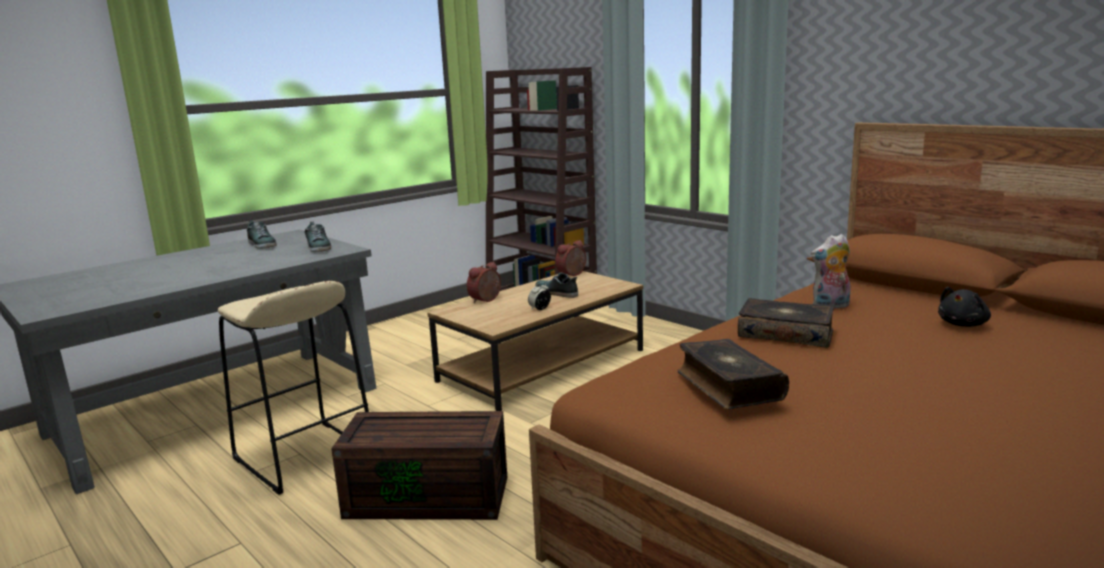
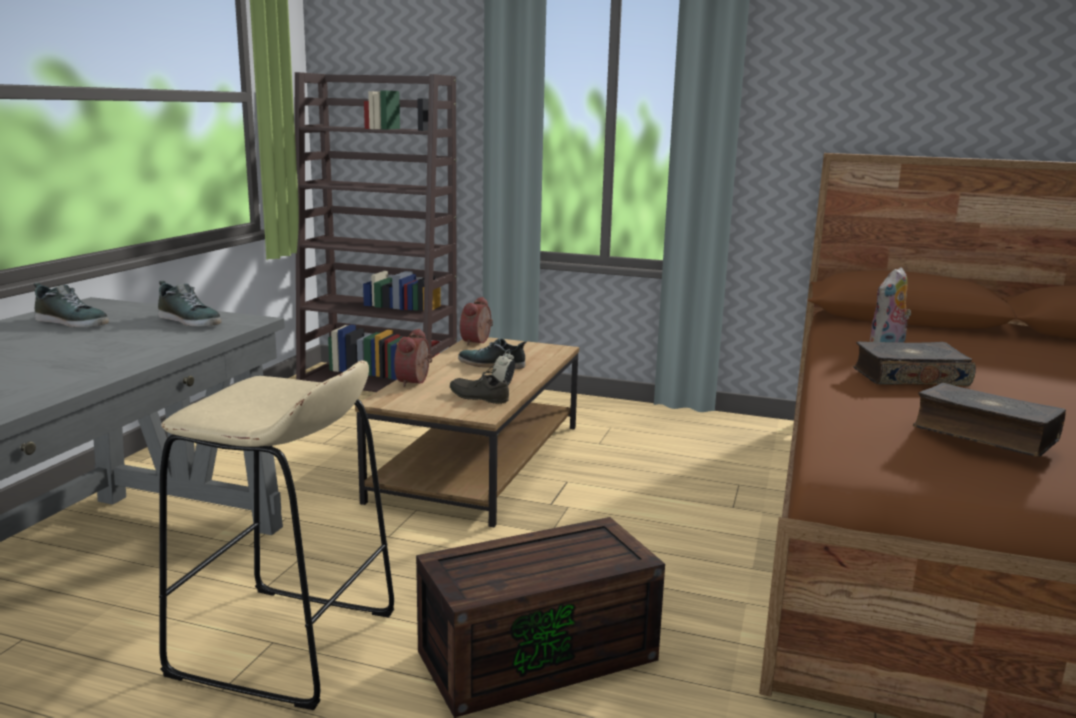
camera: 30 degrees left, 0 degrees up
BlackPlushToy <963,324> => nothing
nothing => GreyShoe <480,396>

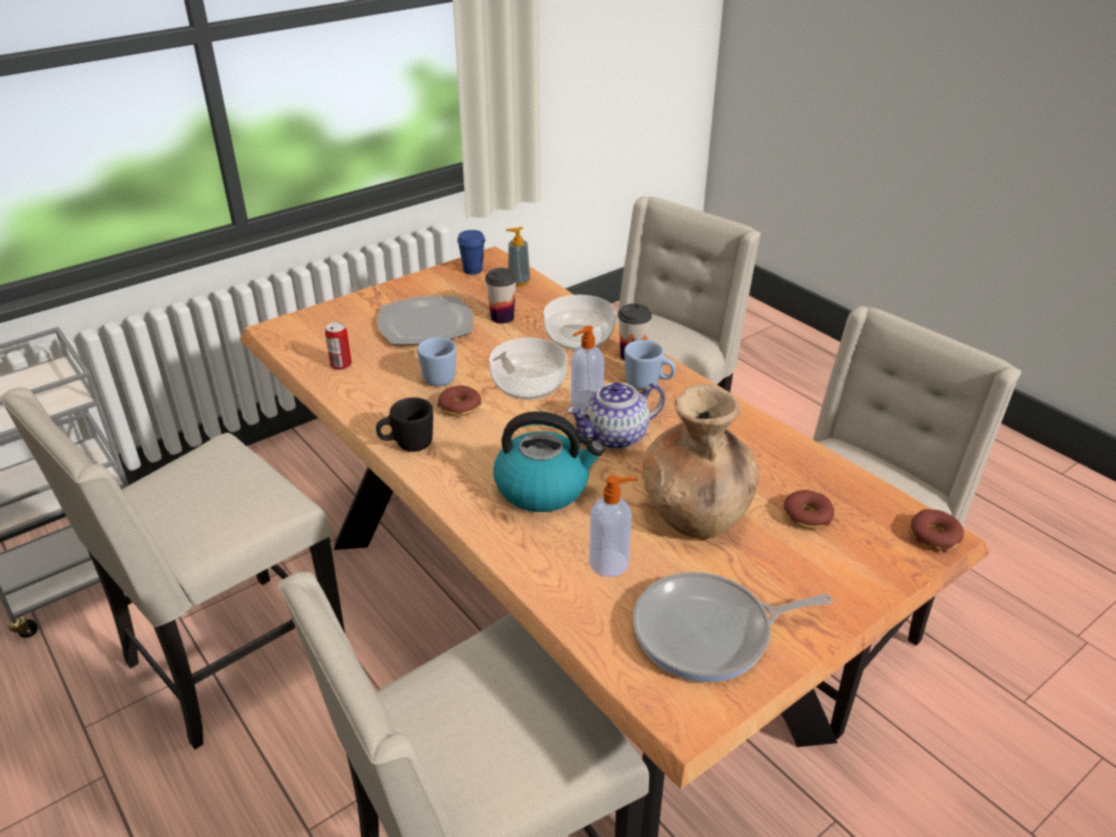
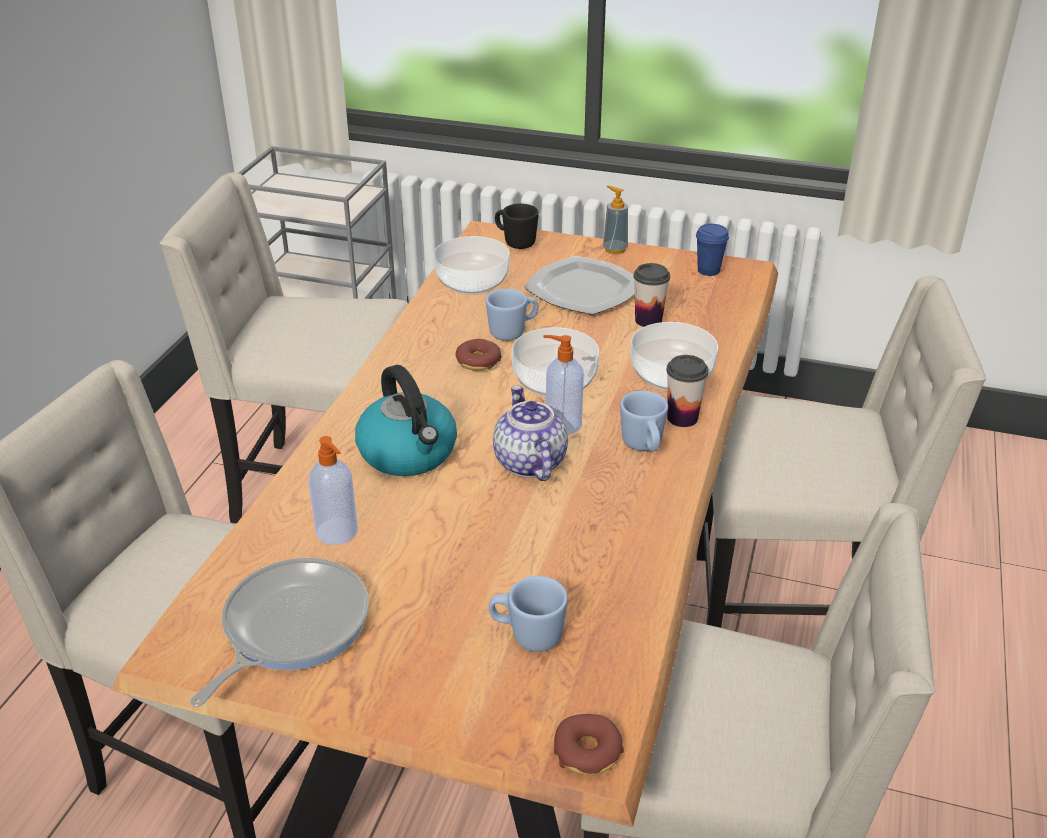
camera: 55 degrees right, 0 degrees up
Can <341,365> => Bowl <471,282>
BlackMug <407,445> => BlackMug <515,242>, move
SoapDispenser <518,282> => SoapDispenser <615,249>, move
Teapot <615,437> => Teapot <528,462>, 45 degrees clockwise
FryingPan <709,633> => FryingPan <290,628>, 75 degrees clockwise
BrownVase <696,515> => nothing
Donut <807,516> => BlueMug <527,636>

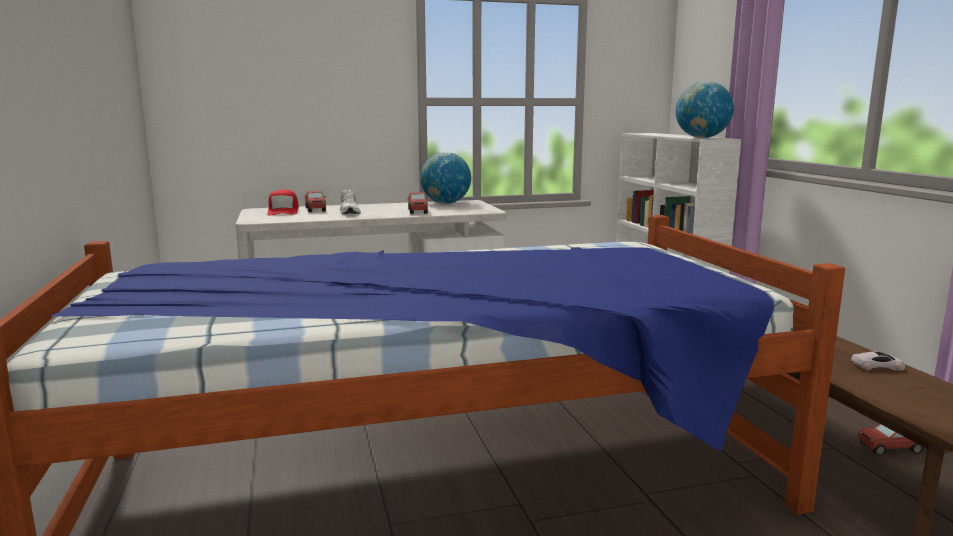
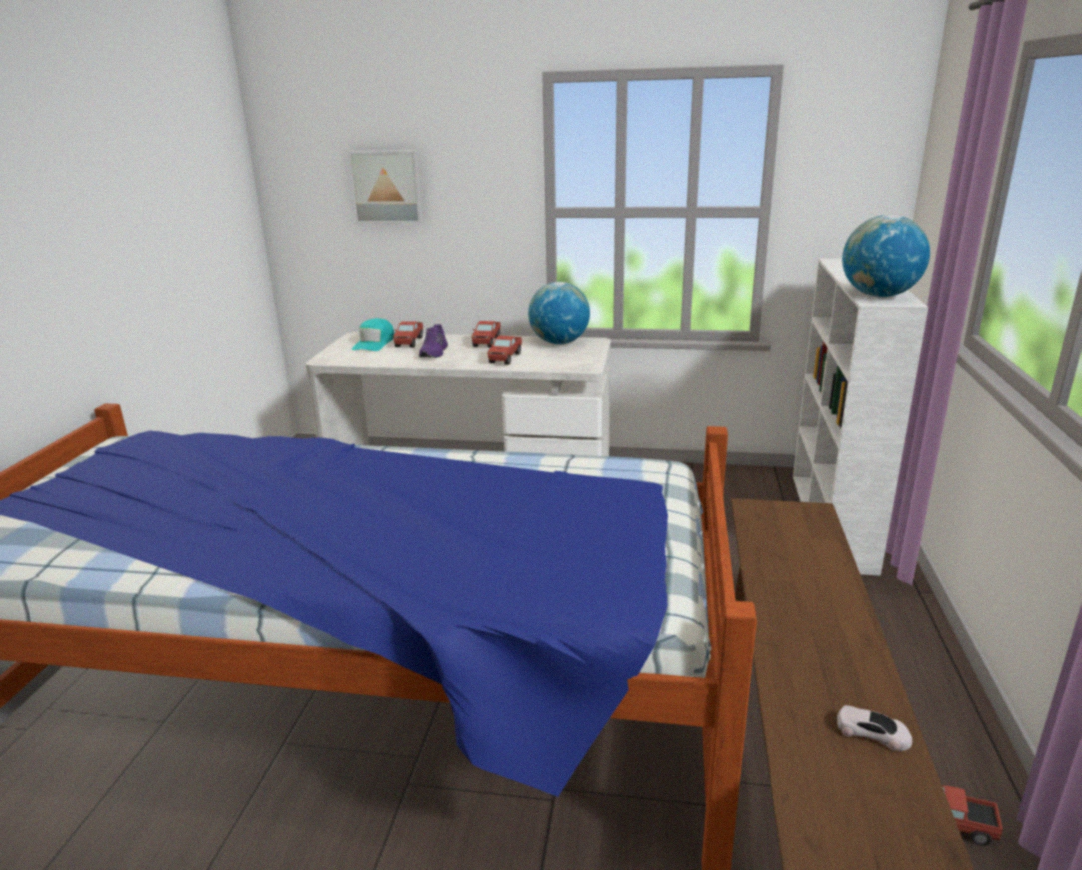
camera: 25 degrees right, 10 degrees up
RedCap <283,211> => TurquoiseCap <374,343>
WhiteShoe <350,212> => PurpleShoe <434,352>
nothing => Picture <387,187>
nothing => ToyTruck <487,342>

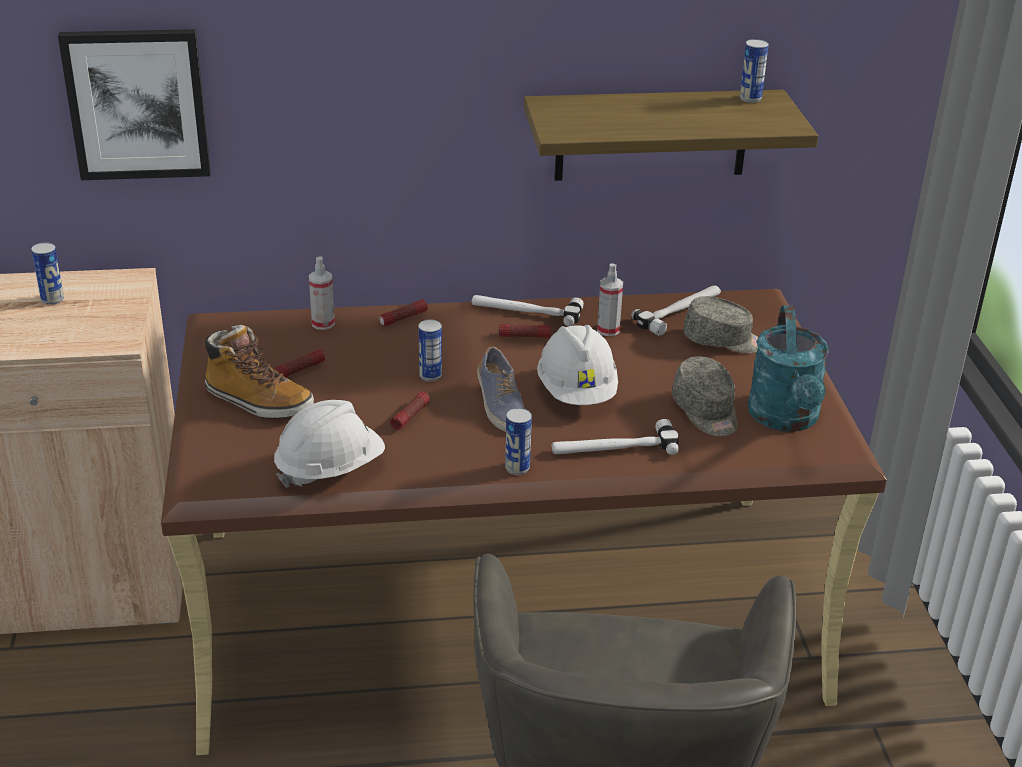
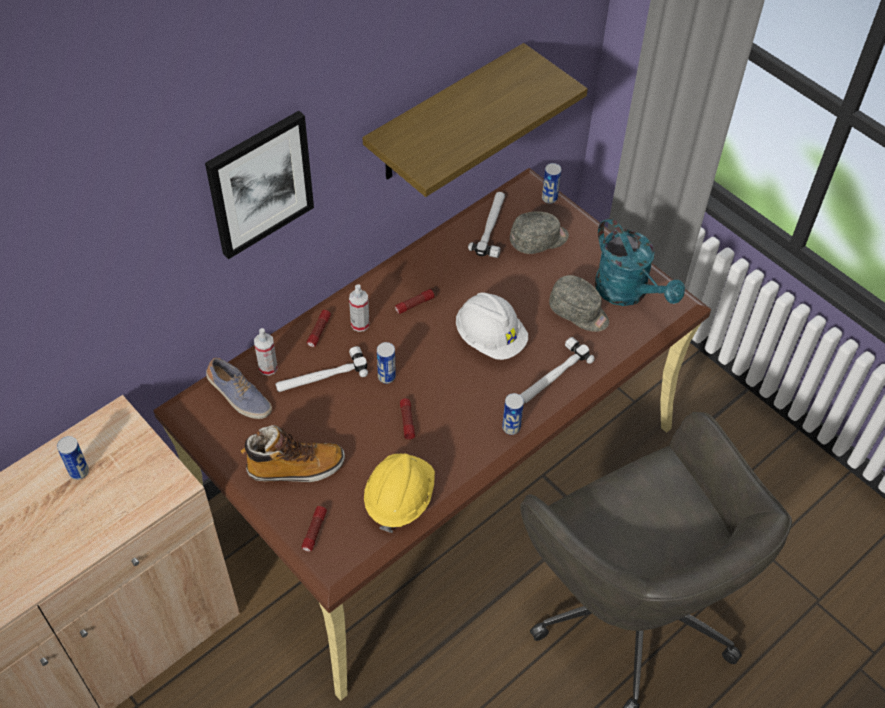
camera: 35 degrees left, 20 degrees up
Picture <137,104> => Picture <259,184>, move
Flashlight <299,370> => Flashlight <314,531>, move
WhiteHardHat <330,469> => YellowHardHat <399,498>
Hammer <526,311> => Hammer <321,376>, move
Shoe <500,406> => Shoe <239,397>, move
SprayBottle <608,330> => SprayBottle <360,324>, move
Can <750,98> => Can <549,198>, move

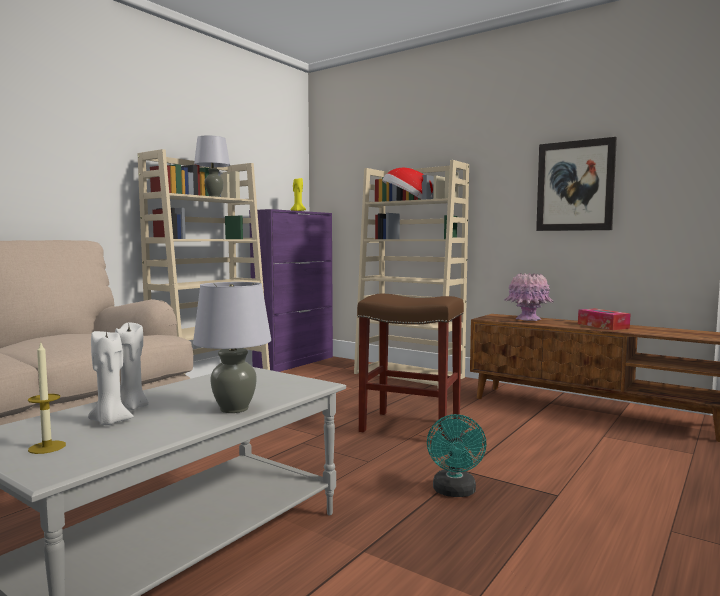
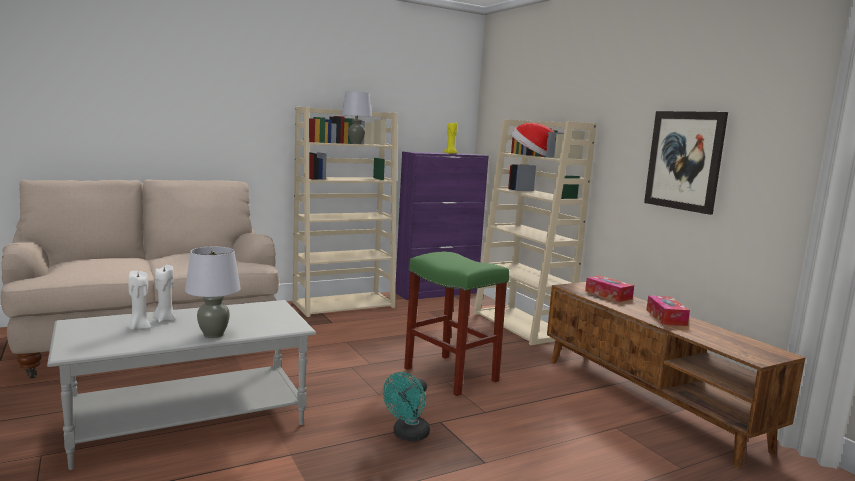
camera: 25 degrees right, 5 degrees up
Candle <47,447> => nothing
BrownStool <412,427> => GreenStool <452,375>
PinkVase <527,319> => TissueBox <608,295>

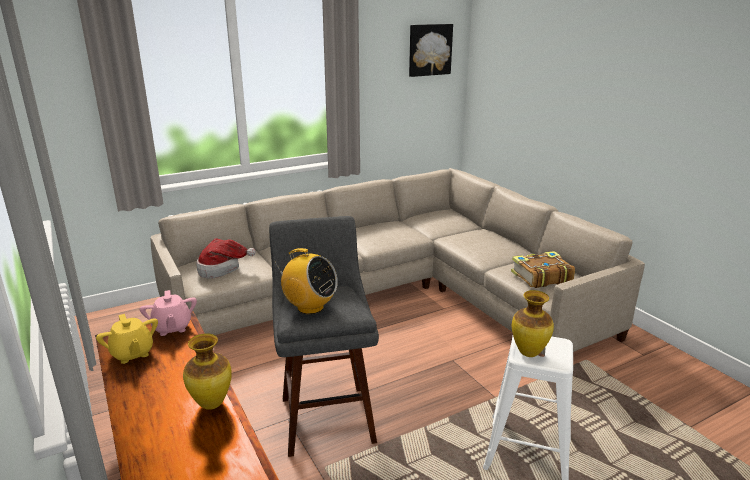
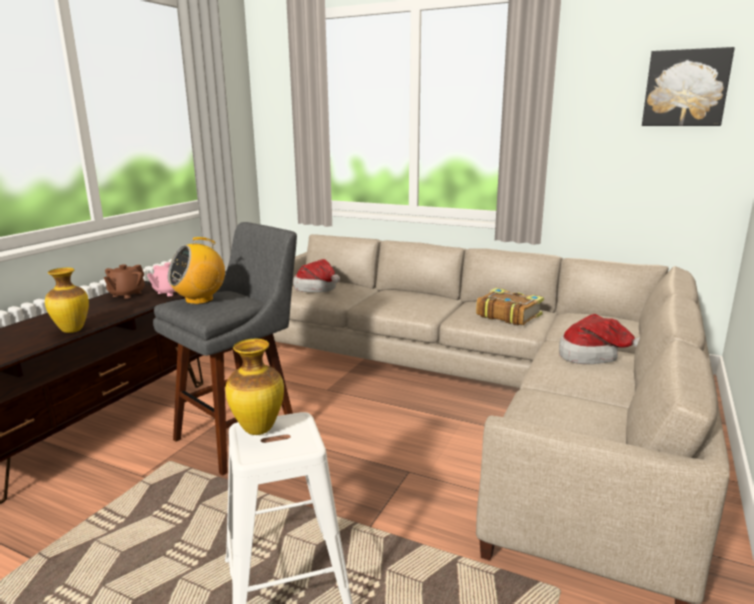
camera: 55 degrees right, 5 degrees down
YellowTeapot <132,353> => BrownTeapot <126,294>
Radio <310,307> => Radio <200,300>, 60 degrees clockwise
Book <540,277> => Book <508,315>, move
nothing => Hat <592,356>

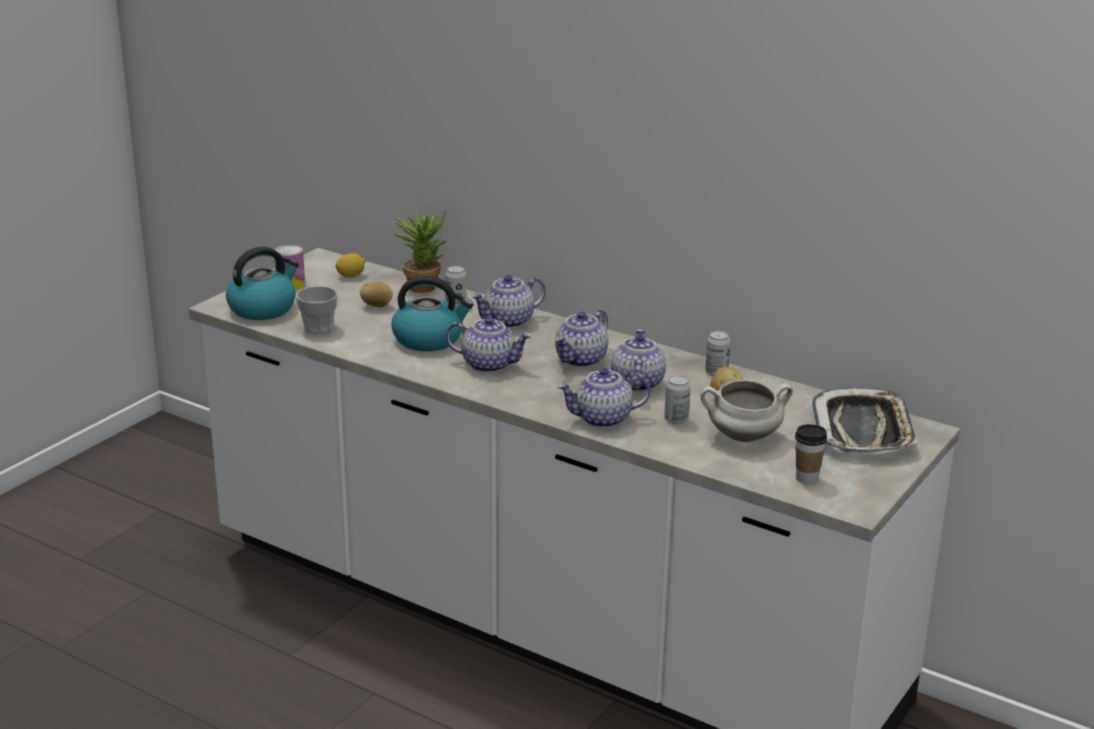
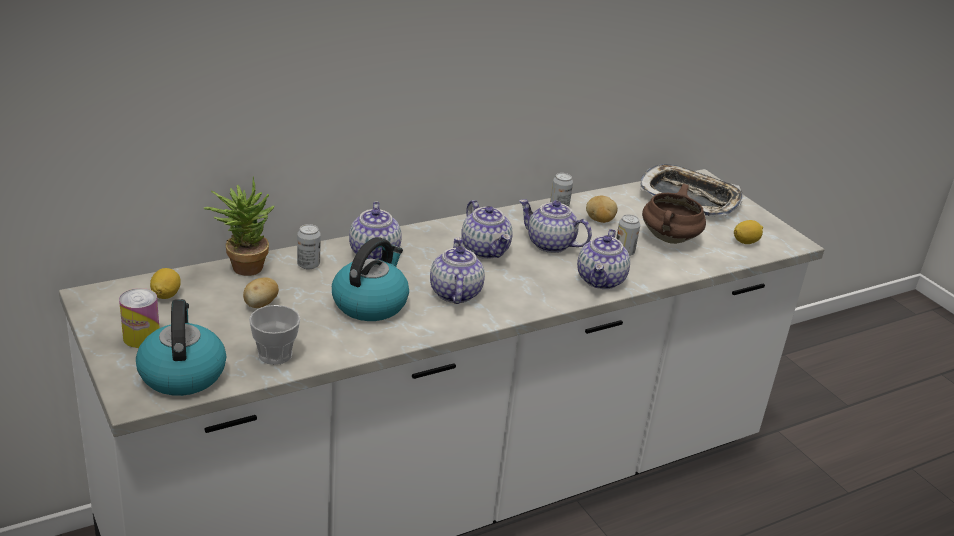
camera: 65 degrees left, 5 degrees up
Teapot <489,364> => Teapot <454,293>, 45 degrees counterclockwise
WhiteCookingPot <742,437> => BrownCookingPot <670,239>
Cup <806,478> => Lemon <746,242>

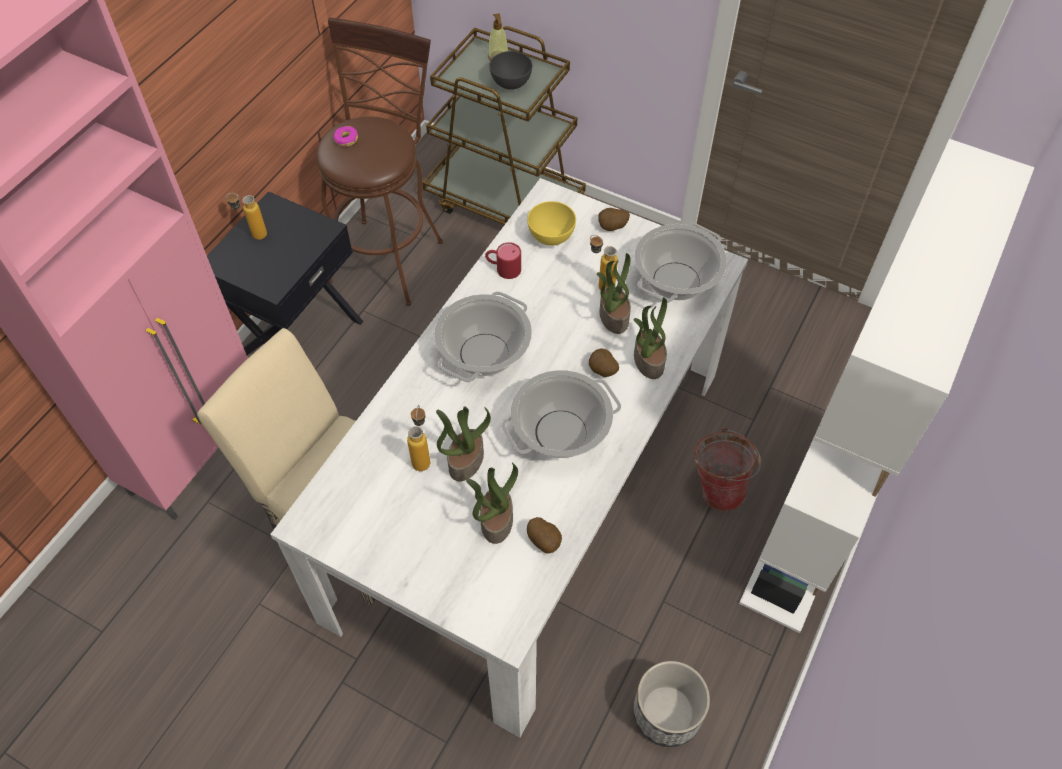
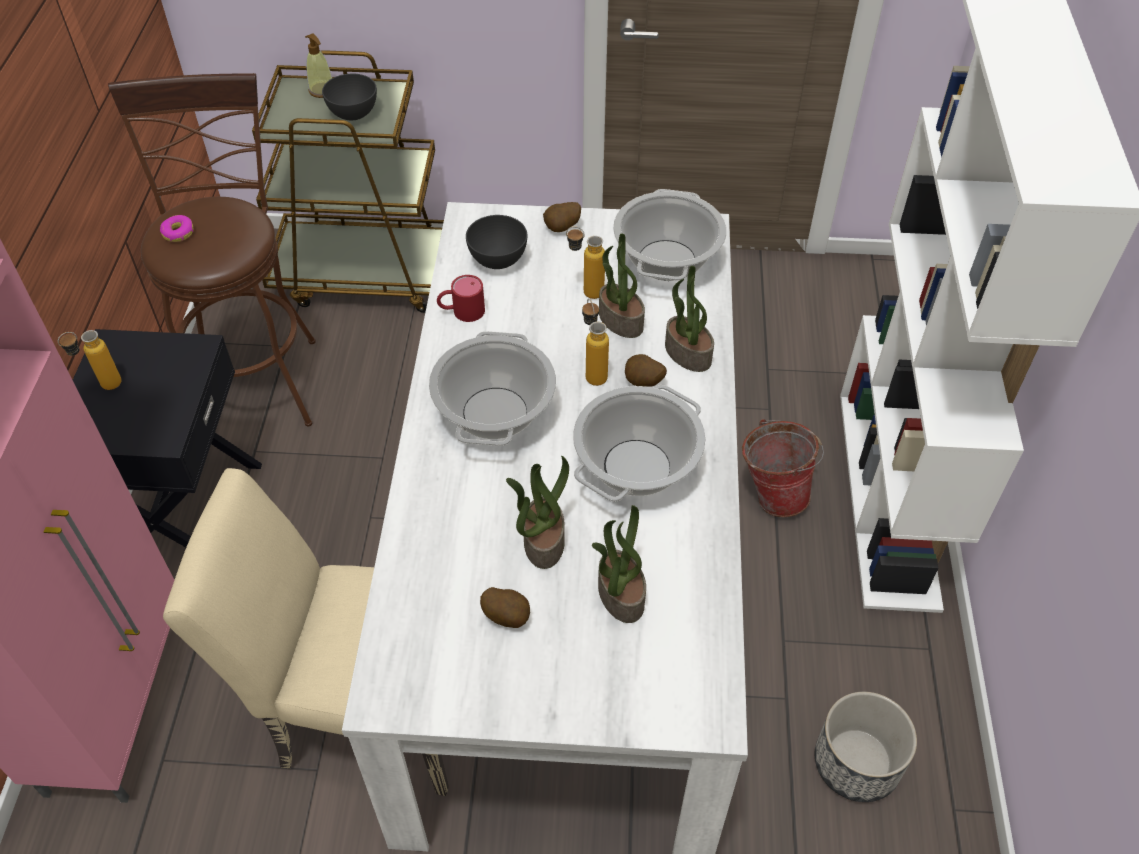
camera: 25 degrees left, 5 degrees down
Bottle <422,457> => Bottle <593,372>, move
YellowBowl <551,237> => GreyBowl <498,260>
Potato <545,541> => Potato <507,616>, move

